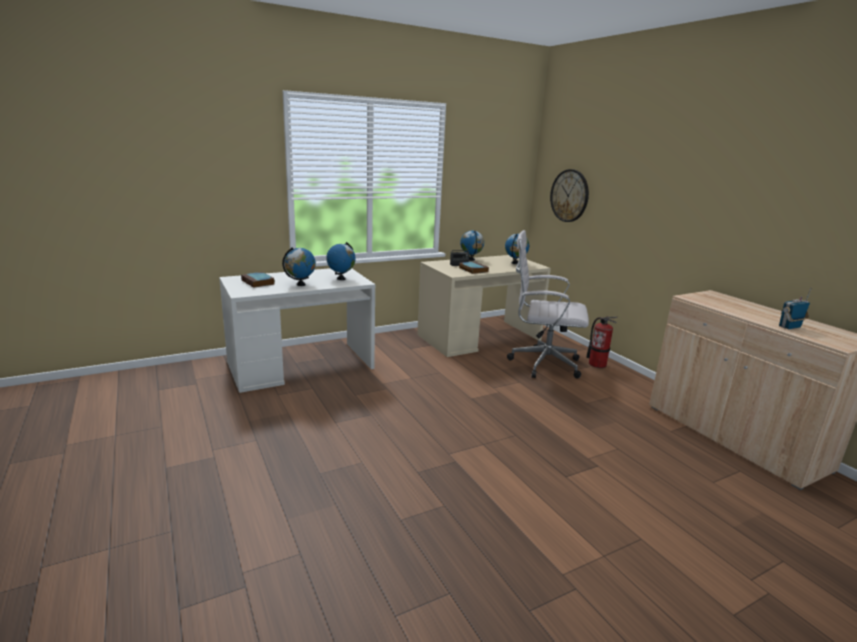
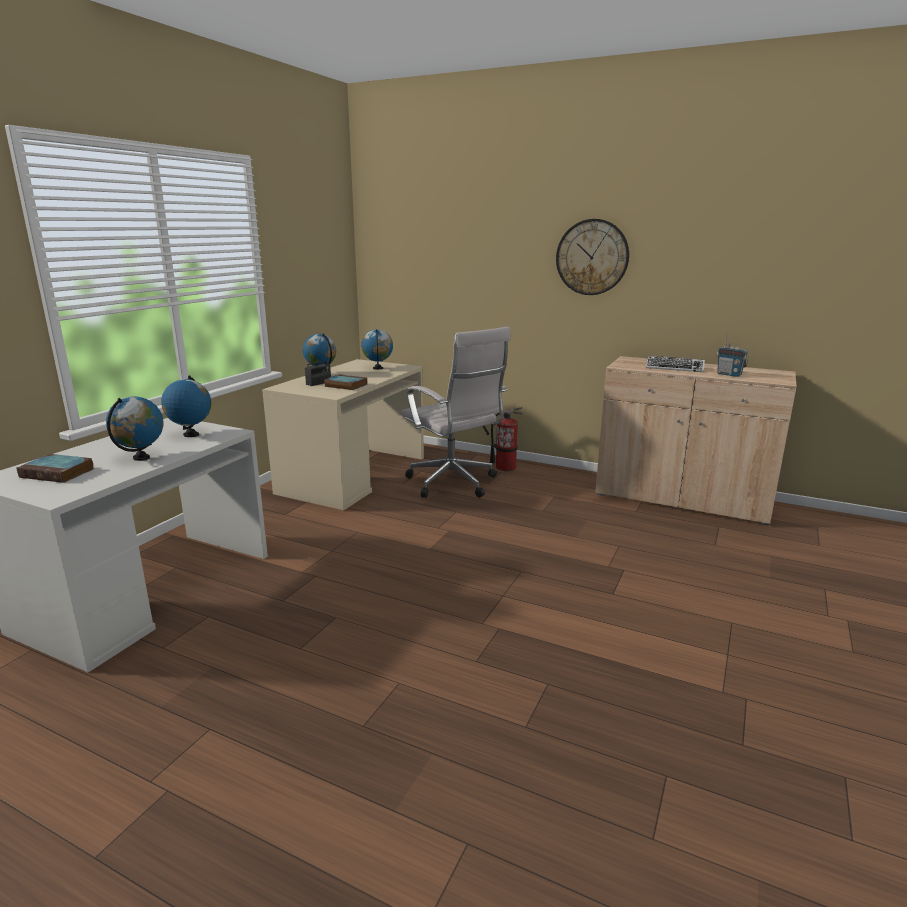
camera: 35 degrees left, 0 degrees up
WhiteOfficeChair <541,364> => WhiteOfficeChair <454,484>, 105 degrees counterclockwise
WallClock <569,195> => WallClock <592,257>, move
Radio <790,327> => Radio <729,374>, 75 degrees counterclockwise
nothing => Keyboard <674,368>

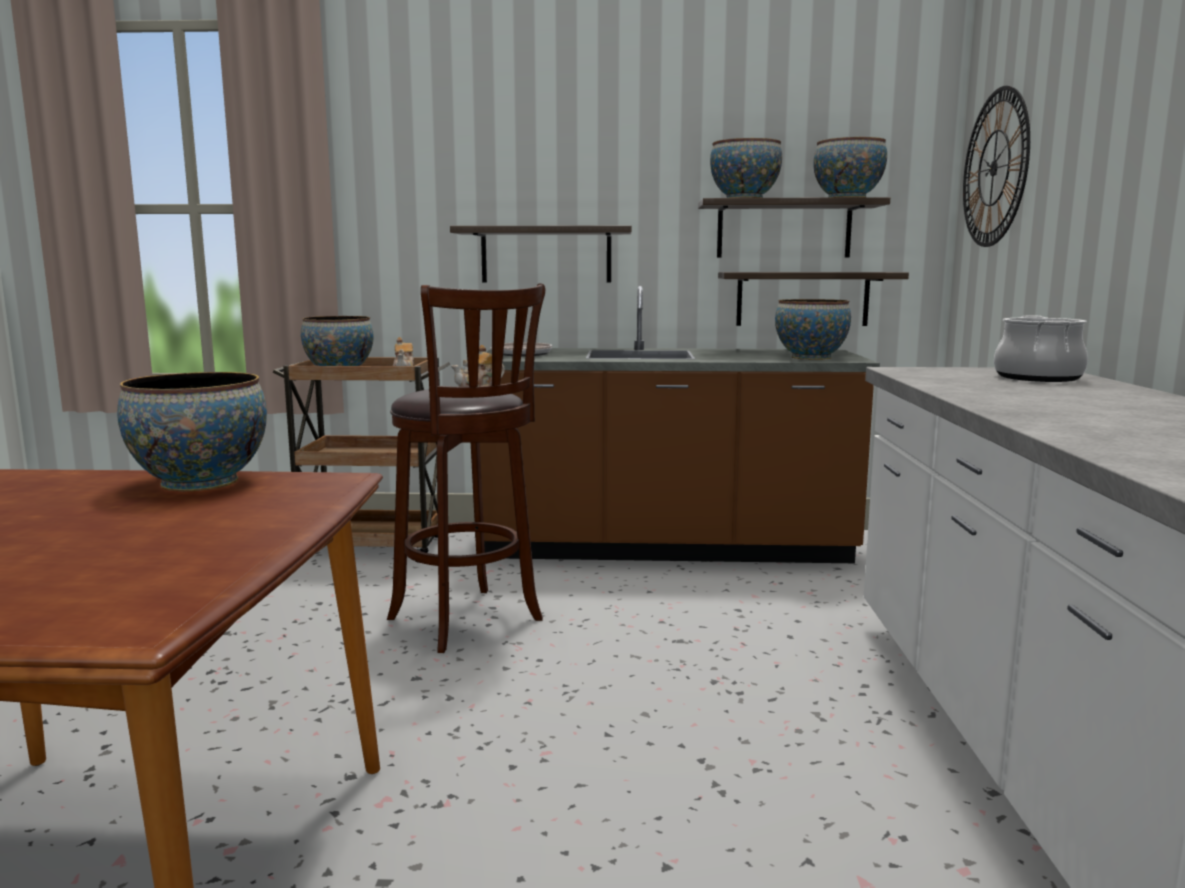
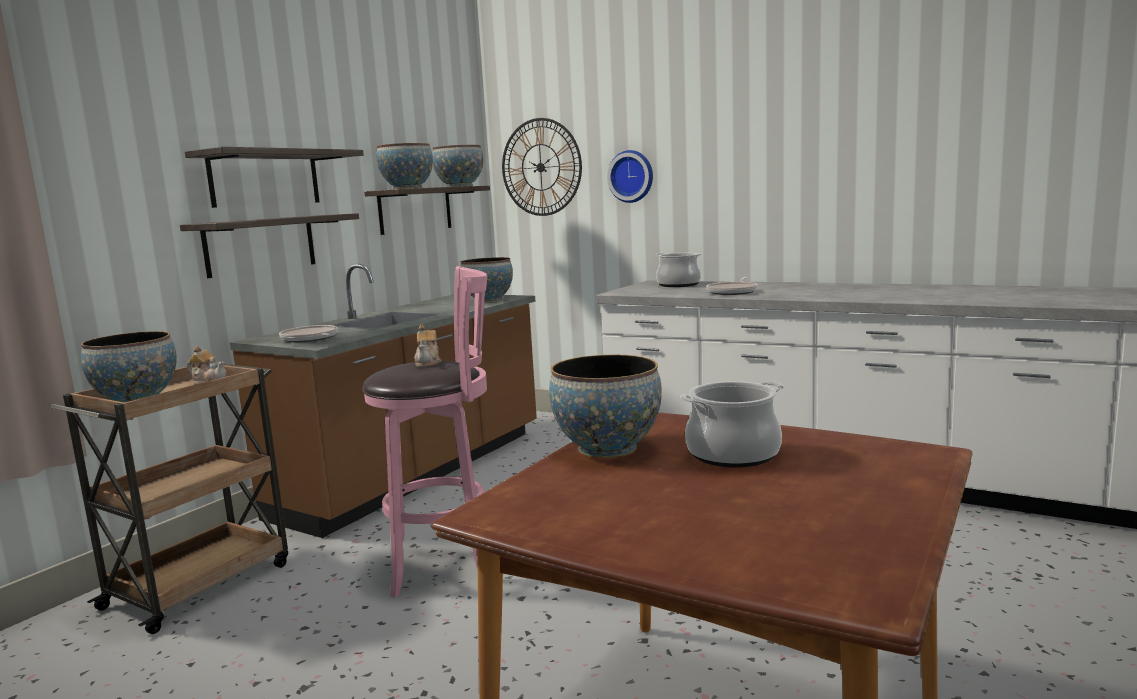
camera: 60 degrees left, 0 degrees up
BrownStool <469,621> => PinkStool <447,563>
Shelf <802,299> => Shelf <265,178>, move
nothing => WallClock <631,176>
nothing => CookingPot <733,454>
nothing => FryingPan <733,292>

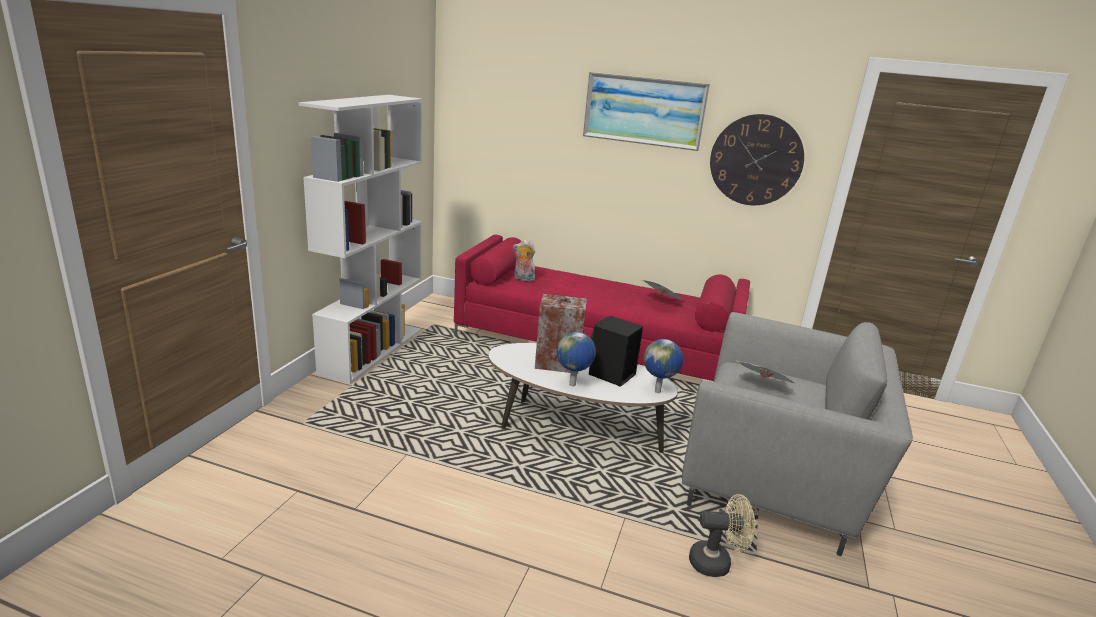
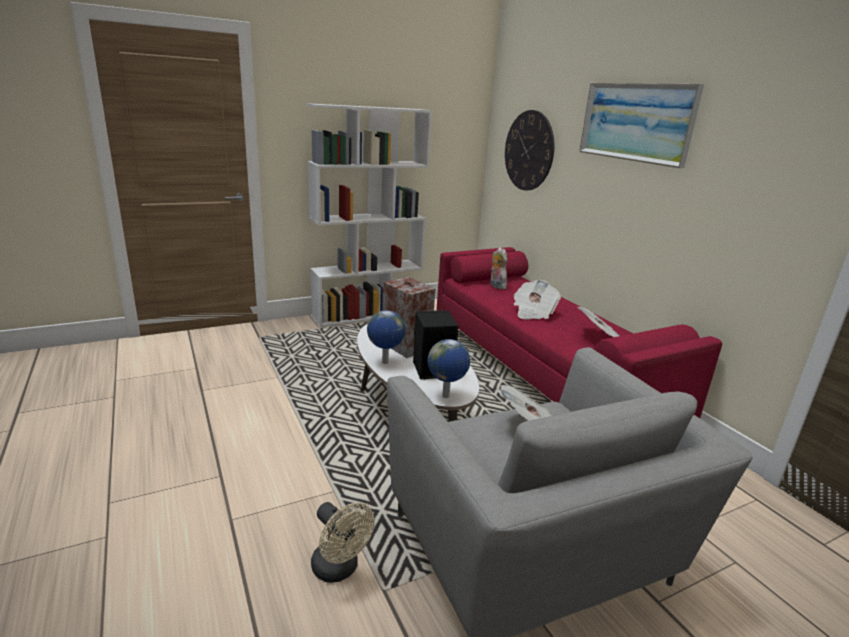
camera: 45 degrees right, 0 degrees up
WallClock <756,160> => WallClock <529,151>, move
nothing => Newspaper <533,312>

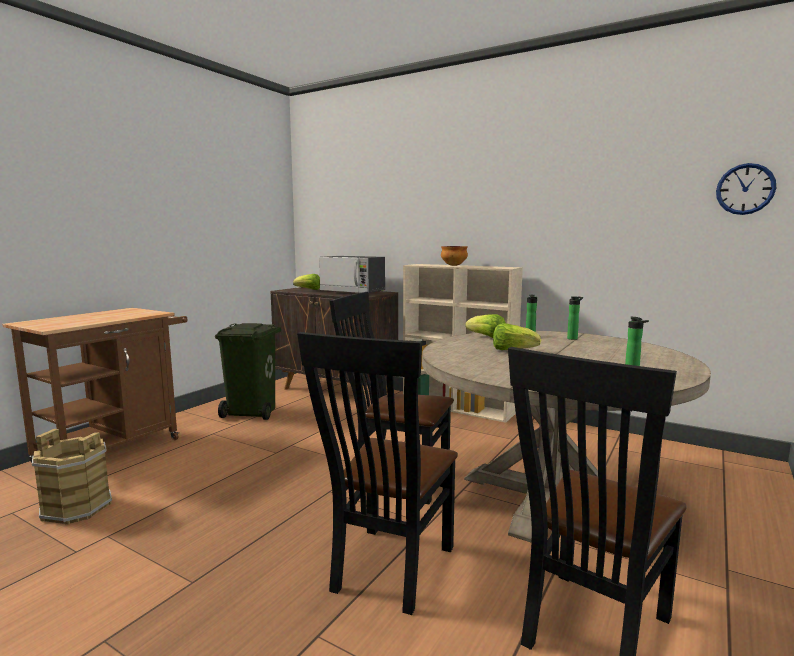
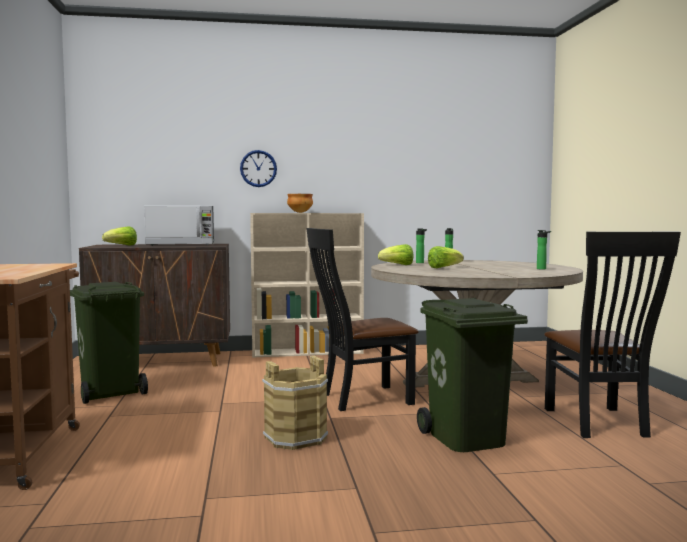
camera: 40 degrees left, 5 degrees down
BrownBucket <77,507> => BrownBucket <295,437>, move
BlackChair <388,571> => GreenTrashCan <465,438>
WallClock <745,189> => WallClock <258,168>, move

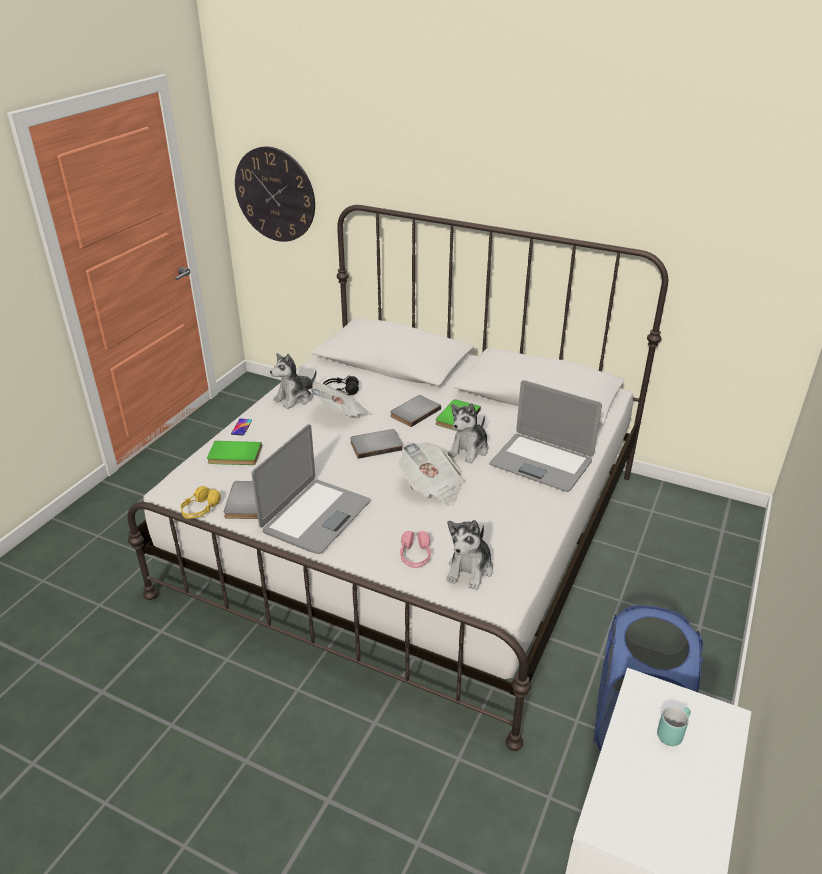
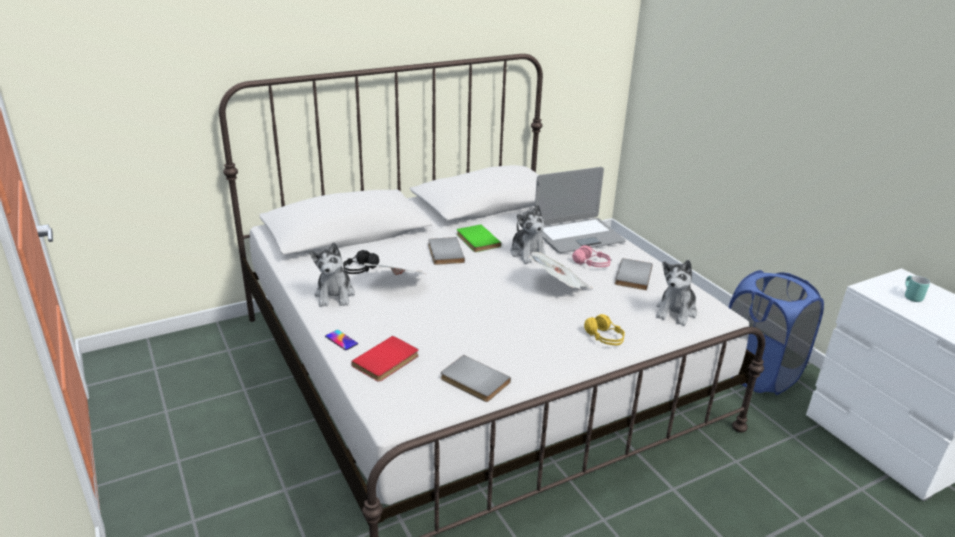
camera: 55 degrees left, 5 degrees down
YellowHeadphones <200,510> => YellowHeadphones <604,338>, move
GreenBook <234,456> => RedBook <387,361>
WallClock <275,195> => nothing
Laptop <315,516> => nothing
GreyBook <376,444> => GreyBook <631,275>, move
PinkHeadphones <415,556> => PinkHeadphones <591,264>, move
PlushToy <470,569> => PlushToy <676,311>, 60 degrees clockwise

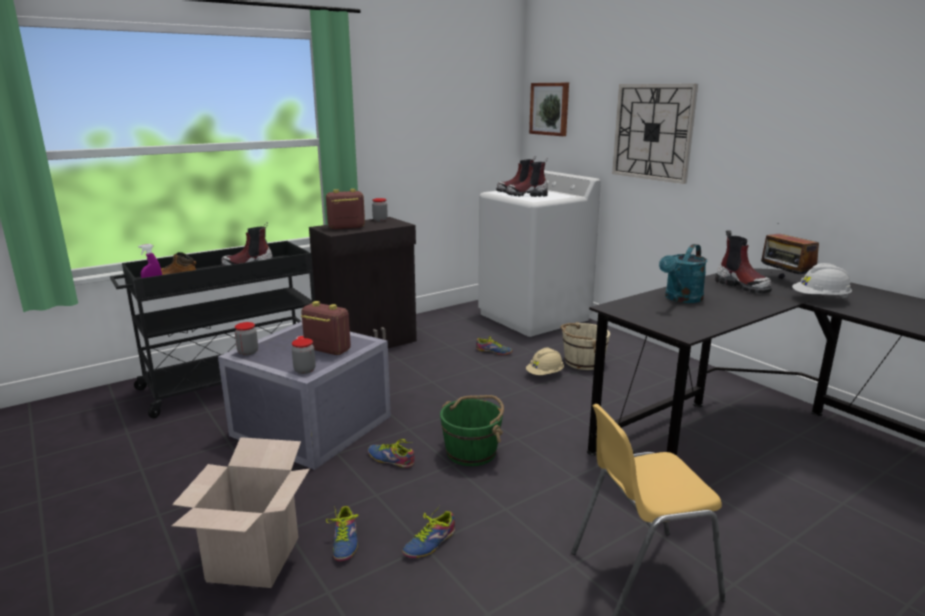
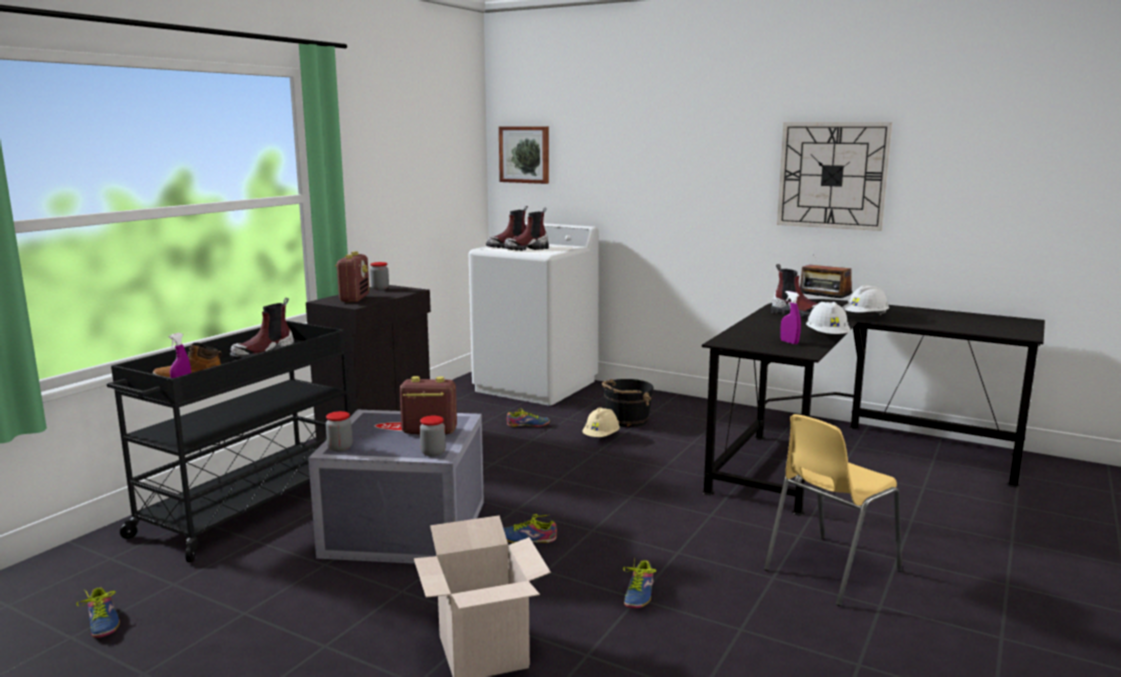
camera: 25 degrees left, 5 degrees down
Radio <346,227> => Radio <354,299>, 135 degrees clockwise
Shoe <342,542> => Shoe <100,623>, move
GreenBucket <472,452> => nothing
BeigeBucket <583,362> => BlackBucket <626,420>
WallClock <653,132> => WallClock <832,175>, move
TurquoiseWateringCan <681,299> => nothing
nothing => PurpleSprayBottle <789,342>
nothing => WhiteHardHat <827,337>

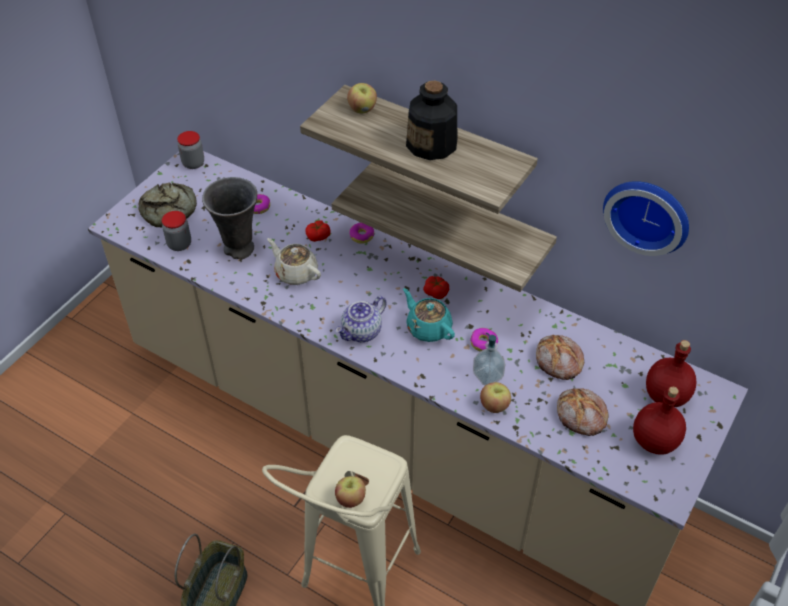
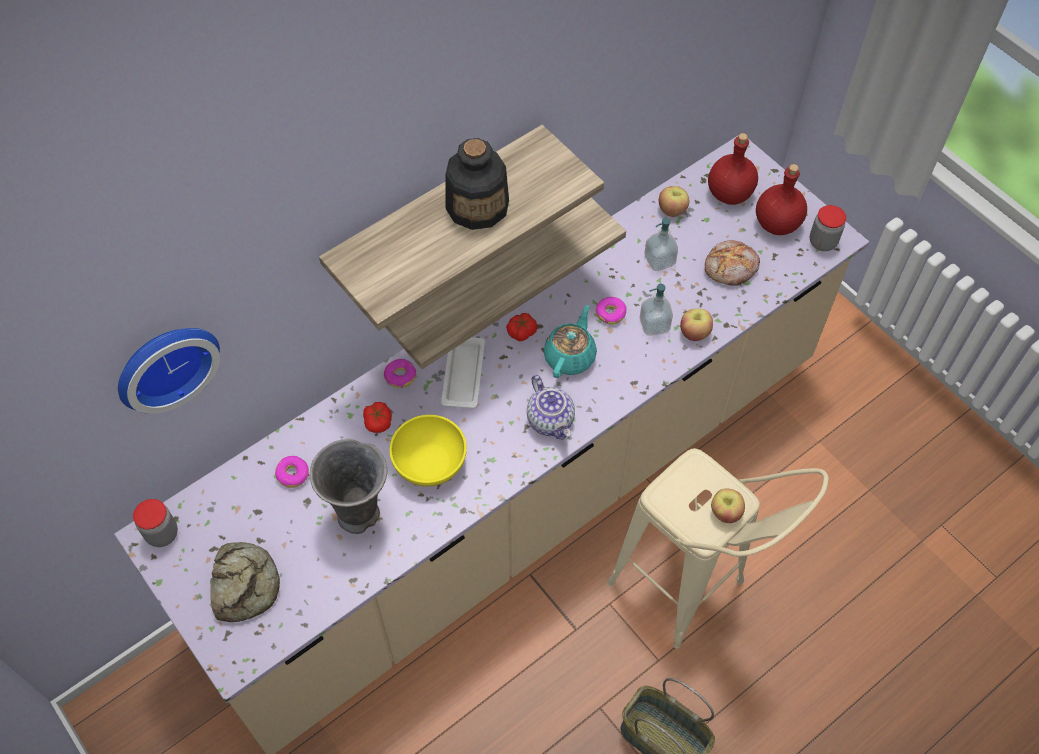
camera: 70 degrees left, 10 degrees up
Jar <179,244> => Jar <822,242>, move
BeigeTeapot <296,273> => YellowBowl <429,462>
Apple <362,109> => Apple <672,210>, move
TurquoiseTeapot <428,328> => TurquoiseTeapot <570,356>, 135 degrees clockwise
Bread <558,362> => SoapDispenser <659,260>
WallClock <648,213> => WallClock <164,363>, move
nothing => WhiteTray <463,373>

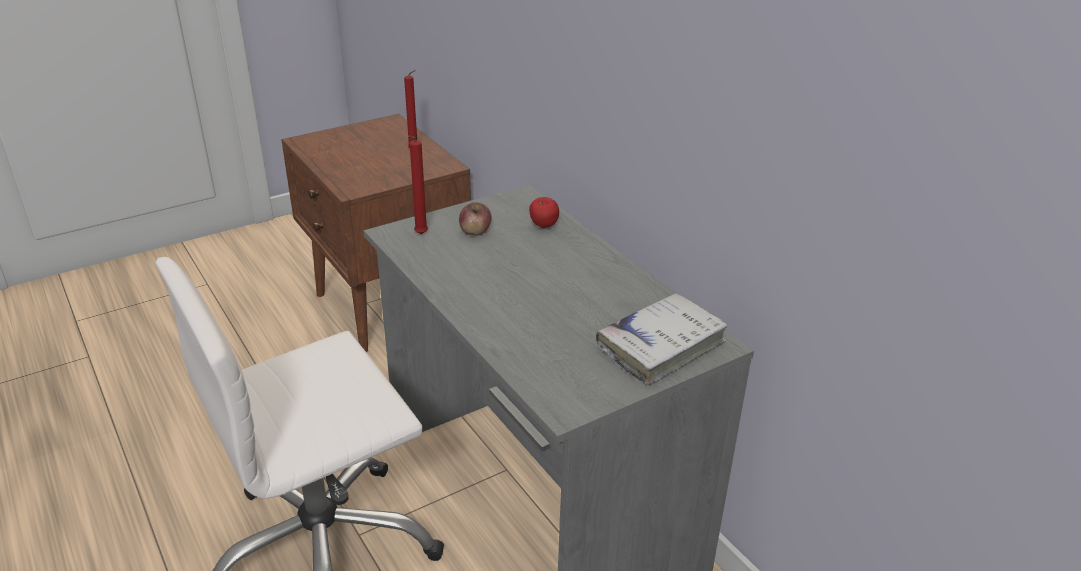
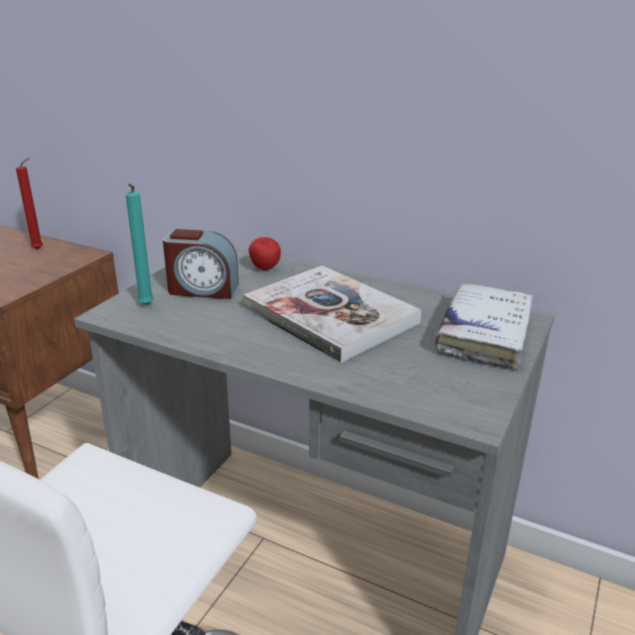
camera: 30 degrees left, 5 degrees down
RedCandle <420,235> => TurquoiseCandle <145,306>
Apple <475,231> => AlarmClock <202,289>
nothing => Book <330,315>

